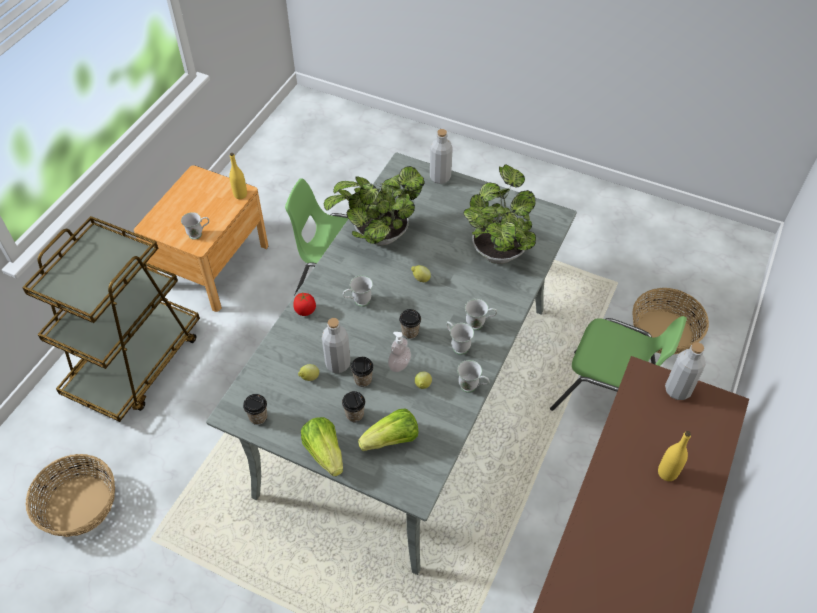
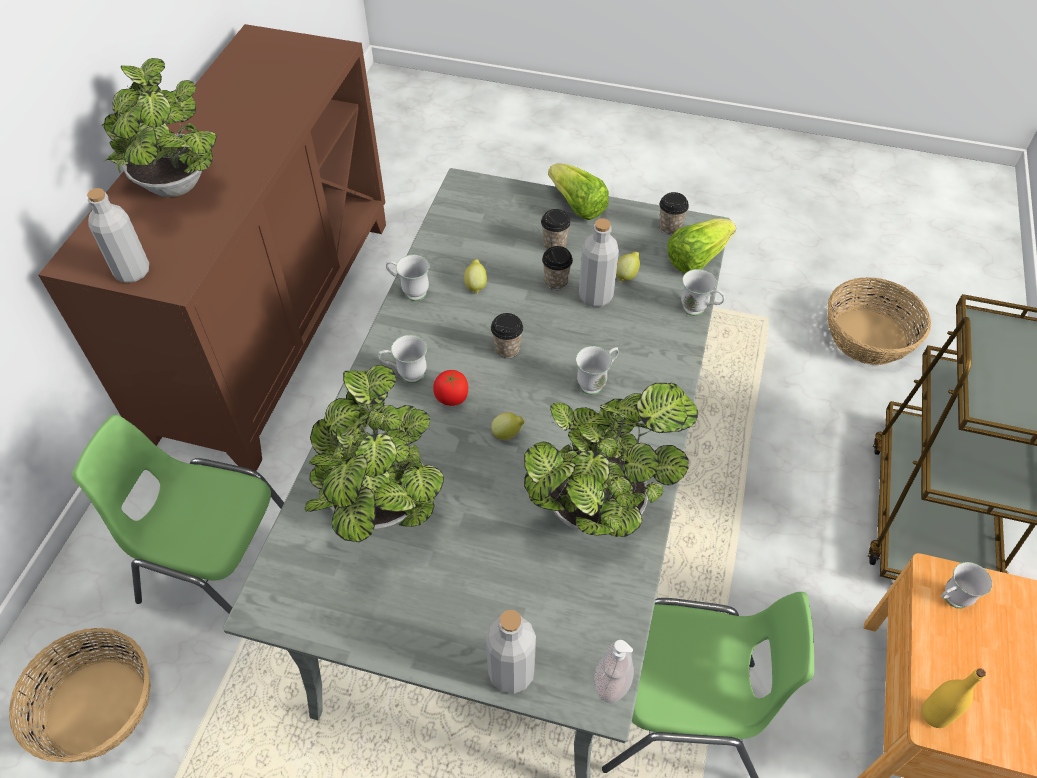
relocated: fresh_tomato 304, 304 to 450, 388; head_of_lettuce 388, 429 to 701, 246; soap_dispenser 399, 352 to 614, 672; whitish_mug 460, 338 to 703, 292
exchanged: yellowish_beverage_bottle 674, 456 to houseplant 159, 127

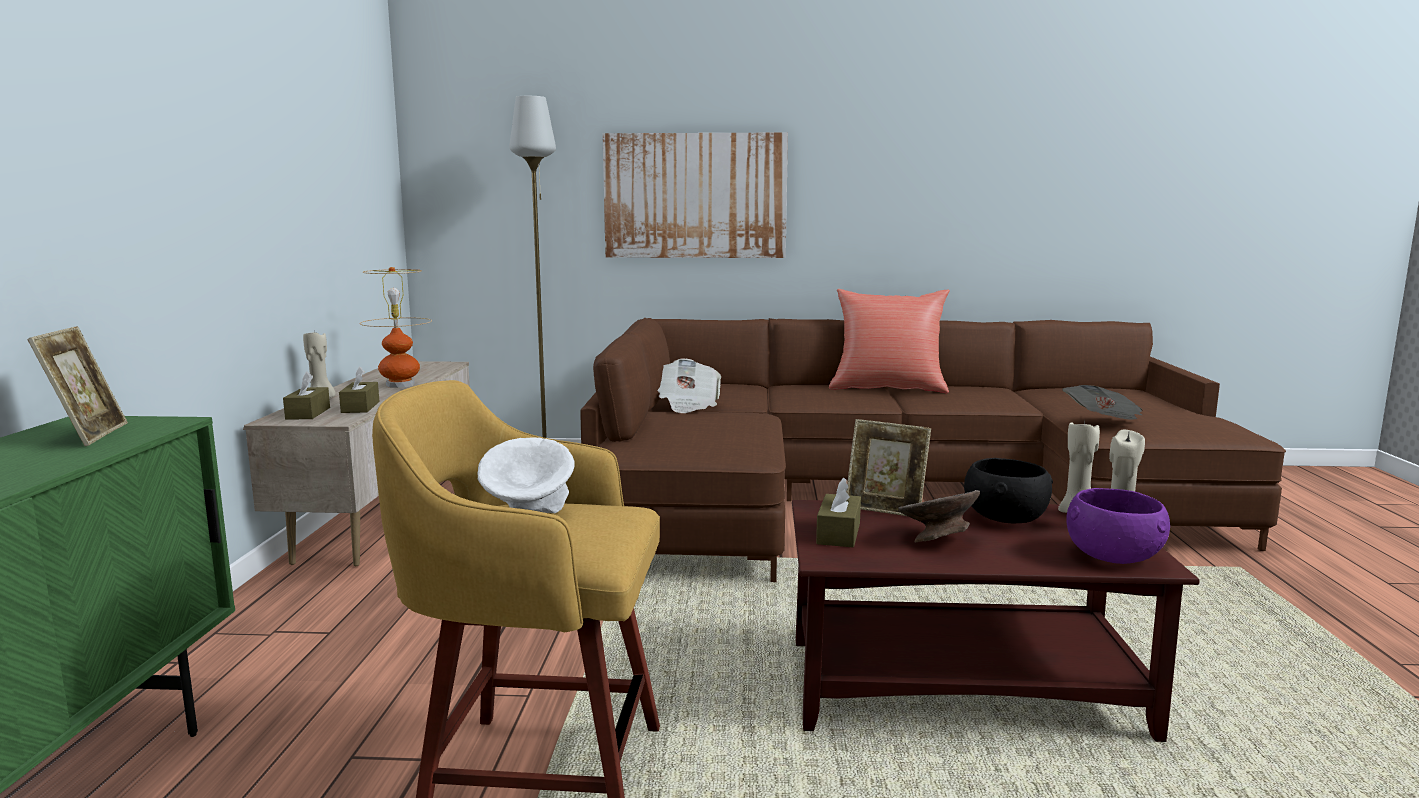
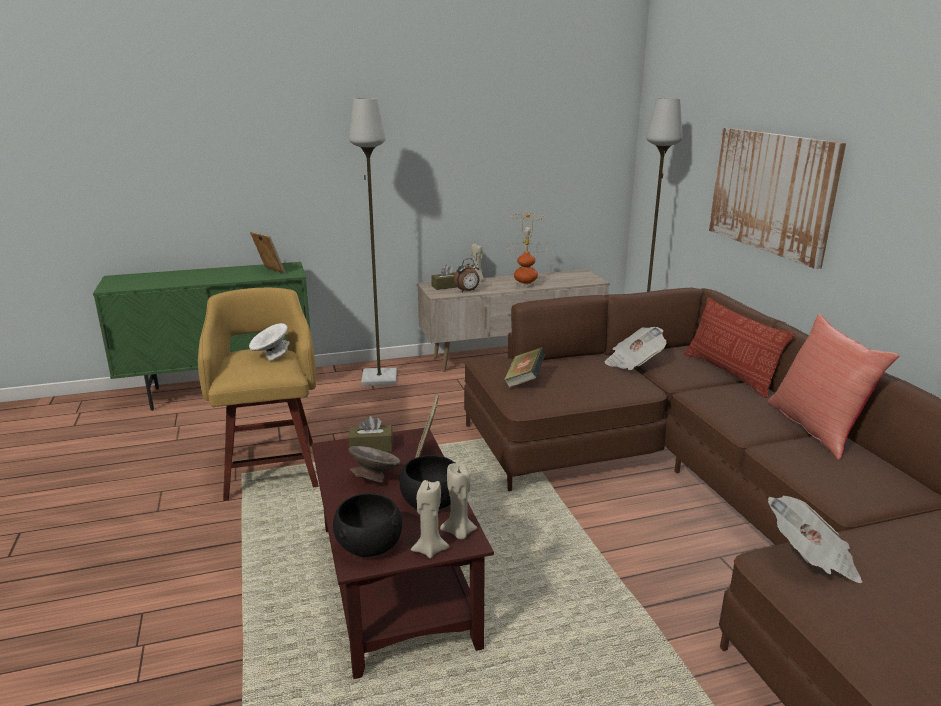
appeared: gray_standing_lamp 373, 242; book 525, 367; throw_pillow 739, 348
exchanged: brown_tissue_box 359, 389 to table_clock 467, 275
colour: purple_serving_bowl 1118, 526 to black-coloured_serving_bowl 367, 525
spun: picture_frame 77, 386 = 268, 252 105 degrees counterclockwise

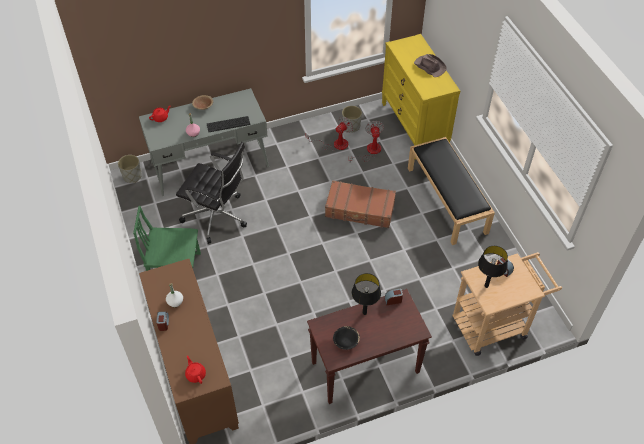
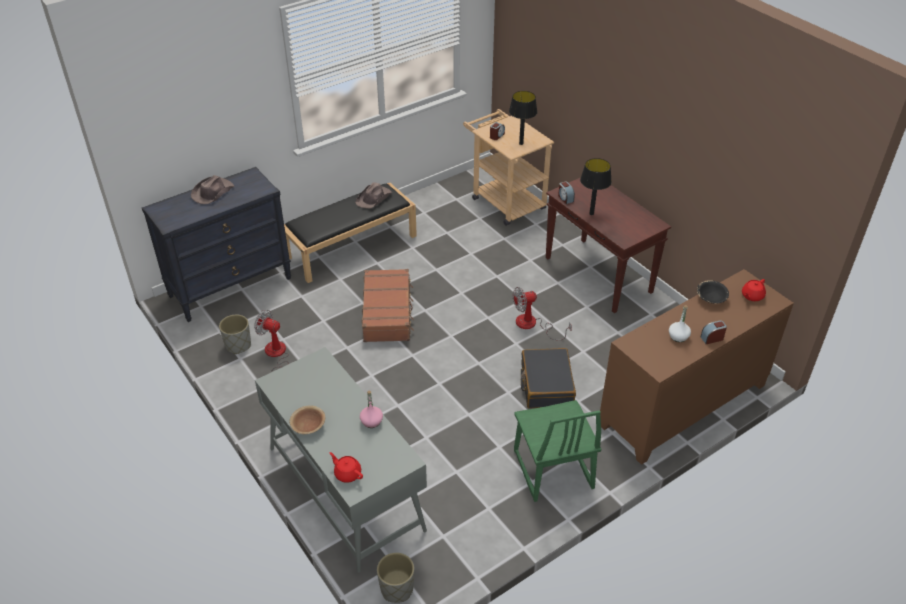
missing: black-coloured_desk_chair 211, 193; computer_keyboard 229, 124
appeared: brown_hat 373, 195; black-coloured_travel_case 548, 378
relocated: black-coloured_serving_bowl 346, 338 to 713, 292; electric_fan 366, 142 to 542, 313
colour: yellowish_drawer_chest 421, 97 to black-coloured_drawer_chest 216, 244

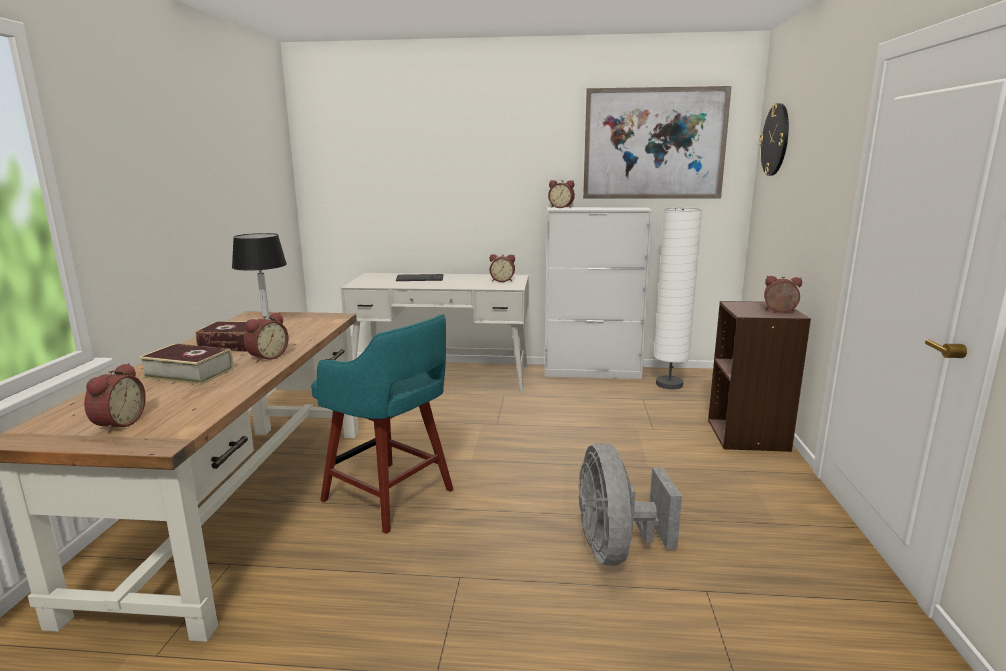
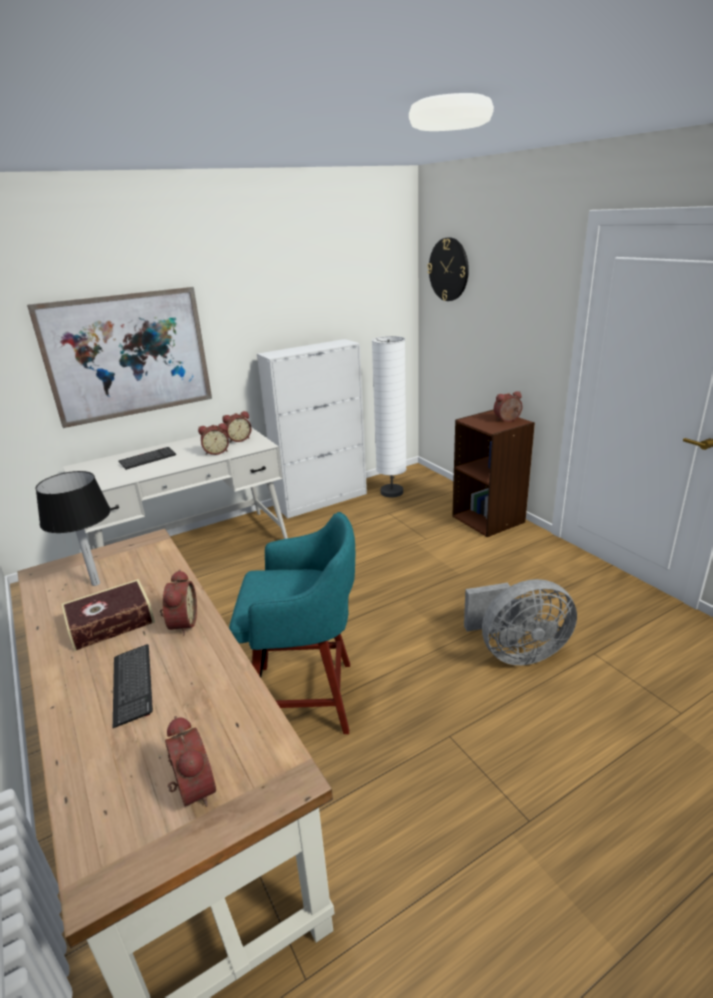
relocated: table_clock 561, 194 to 213, 439; picture 657, 142 to 119, 357
exchanged: book 186, 364 to computer_keyboard 133, 686
spun: gray_electric_fan 630, 504 = 520, 622 60 degrees counterclockwise

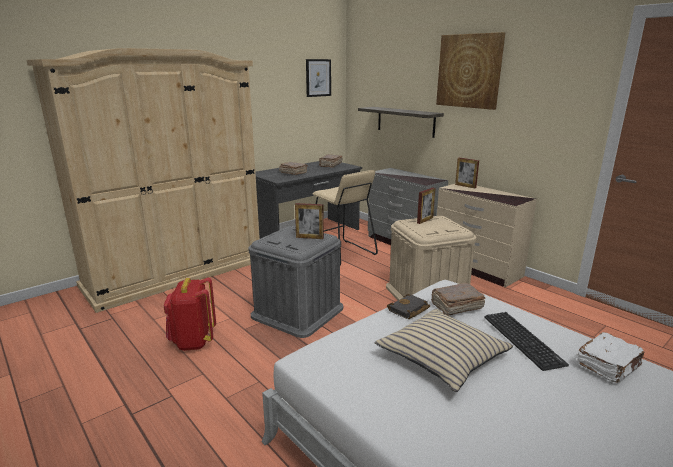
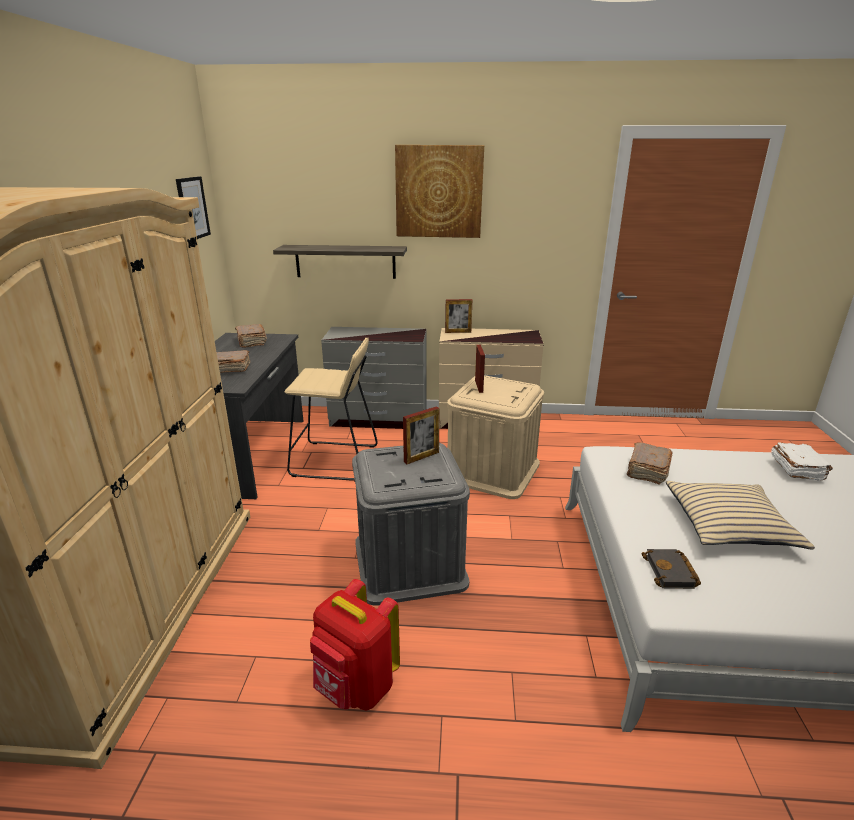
missing: computer_keyboard 526, 341
relocated: black-coloured_book 408, 306 to 671, 569

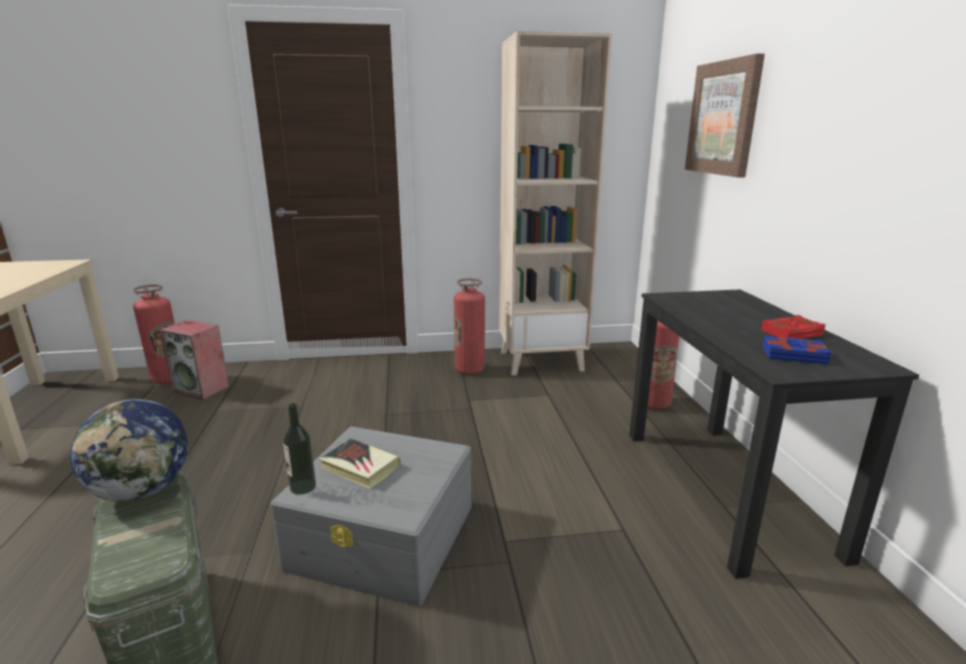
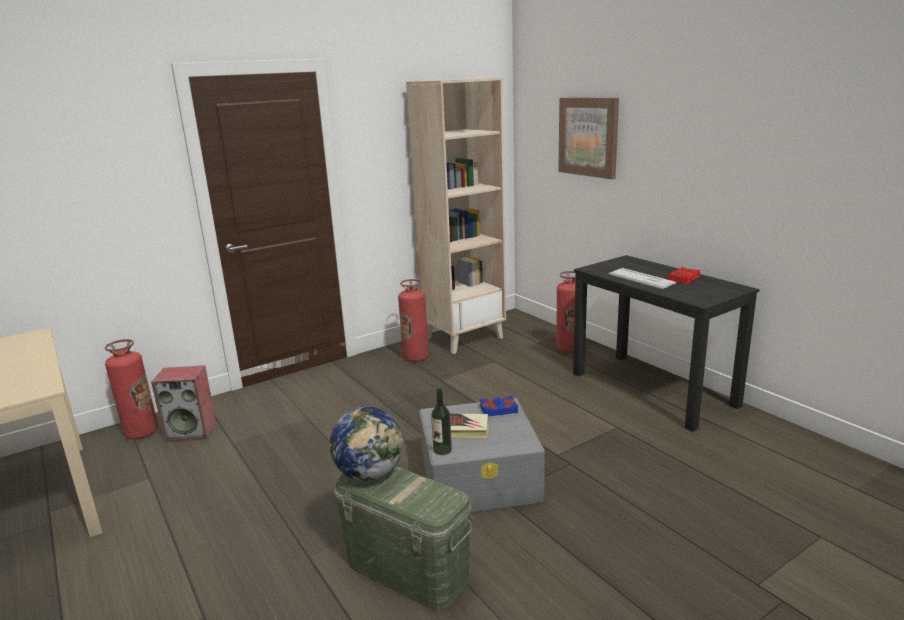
appeared: computer_keyboard 642, 278
relocated: blue-coloured_book 797, 350 to 499, 405

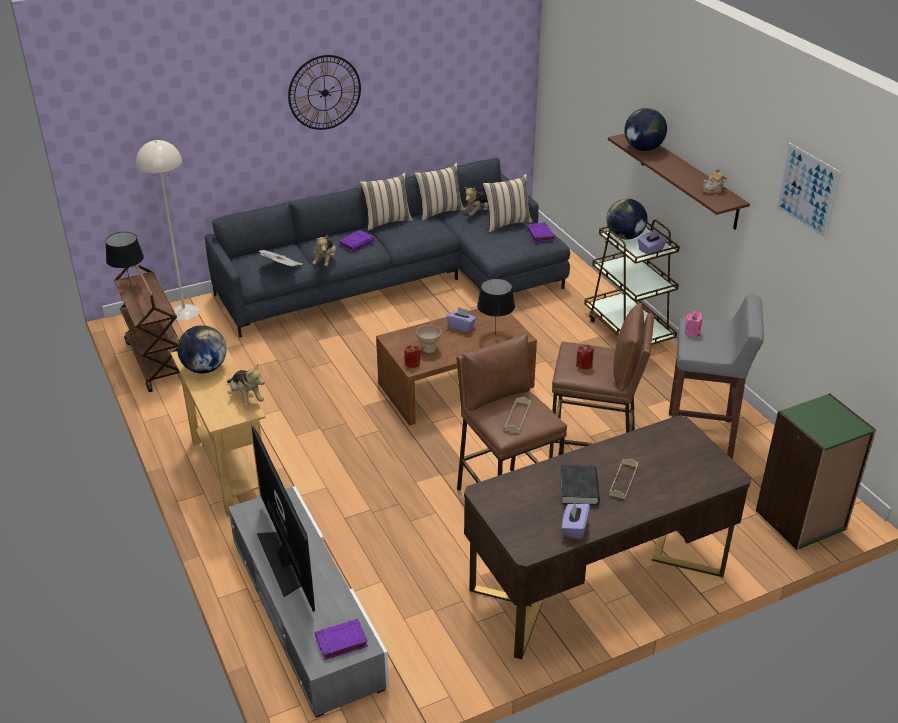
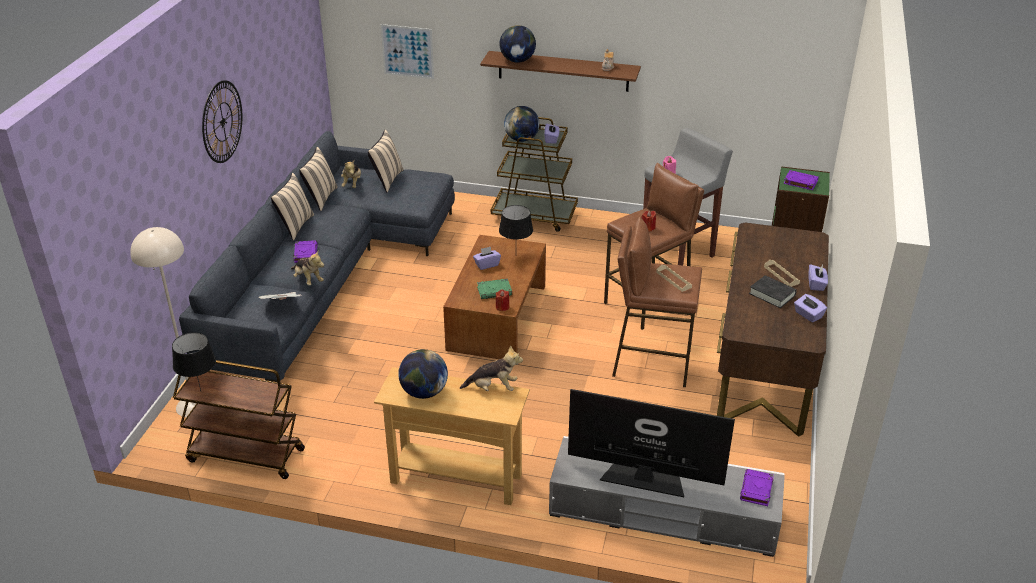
appeared: purple_tissue_box 818, 277
relocated: purple_book 540, 232 to 801, 180; picture 808, 191 to 407, 51
exchanged: sand-coloured_serving_bowl 428, 339 to green-coloured_book 494, 289

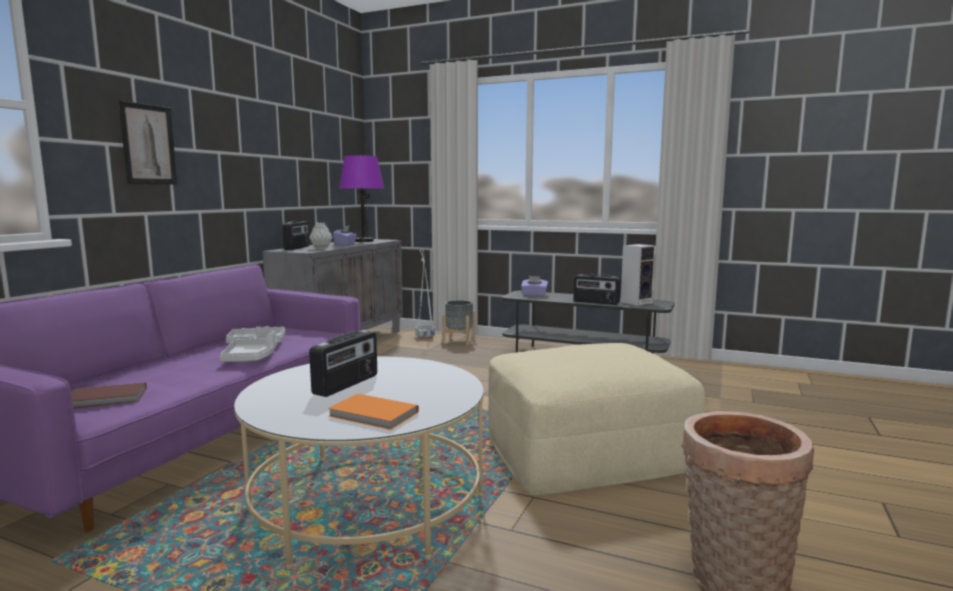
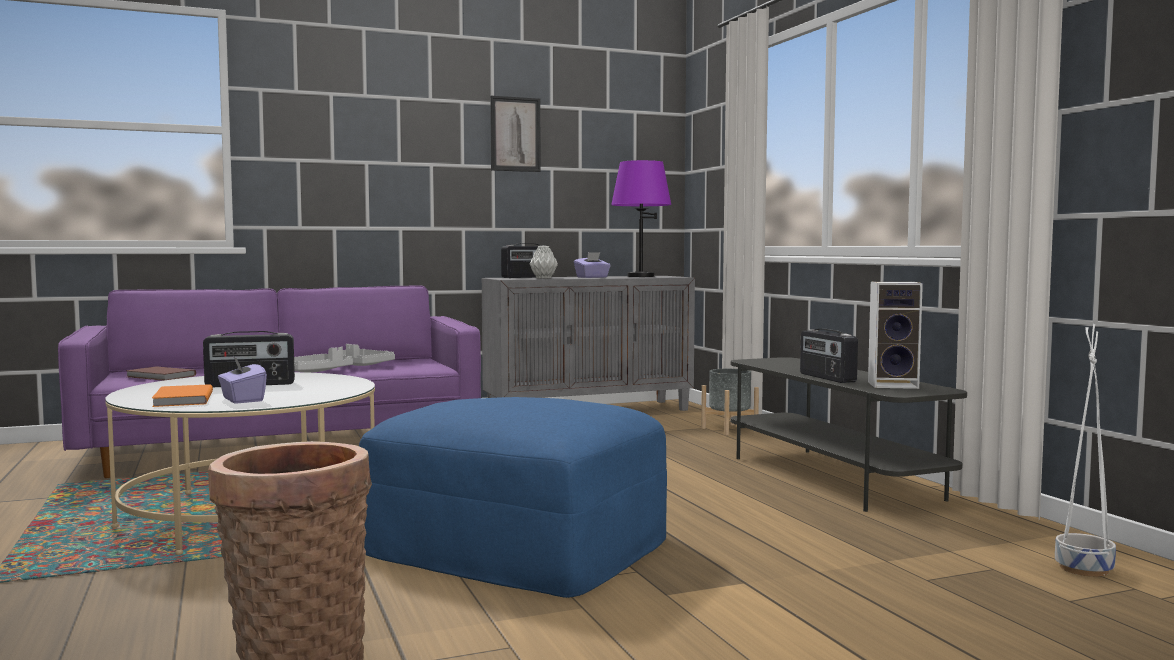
relocated: picture 148, 142 to 515, 134; whitish_plant_pot 425, 294 to 1085, 450; purple_tissue_box 534, 286 to 242, 380
colour: sand-coloured_ottoman 596, 419 to blue-coloured_ottoman 513, 497

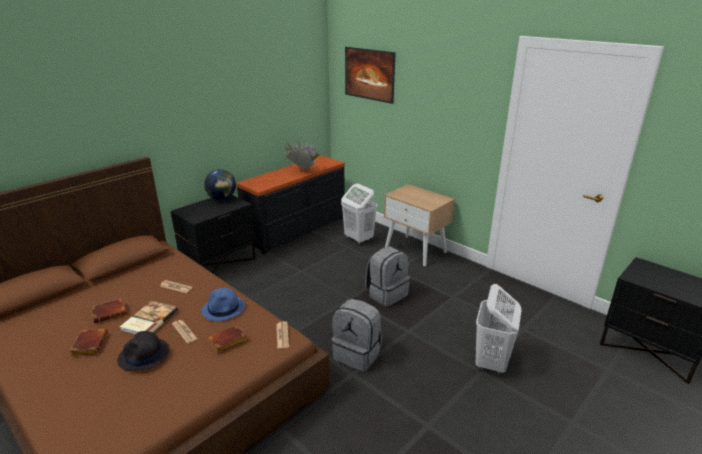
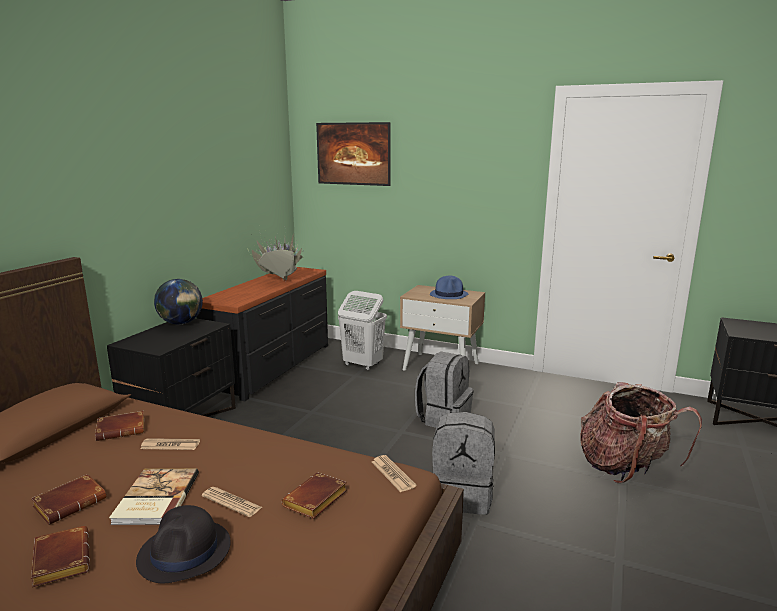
appeared: brown_book 120, 426
relocated: blue-coloured_hat 223, 304 to 449, 287
exchanged: whitish_laundry_basket 498, 330 to backpack 641, 432

